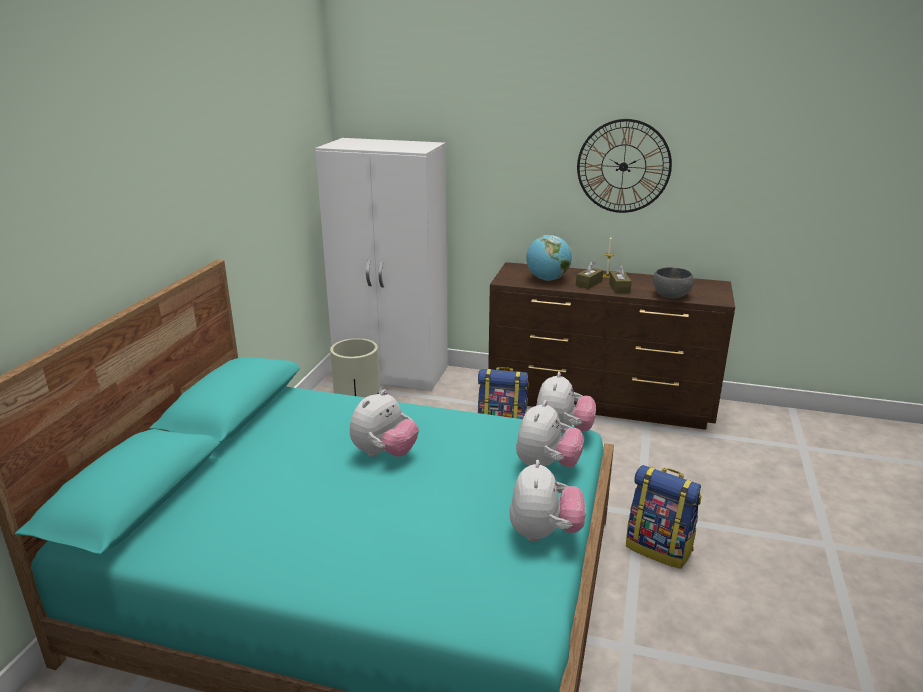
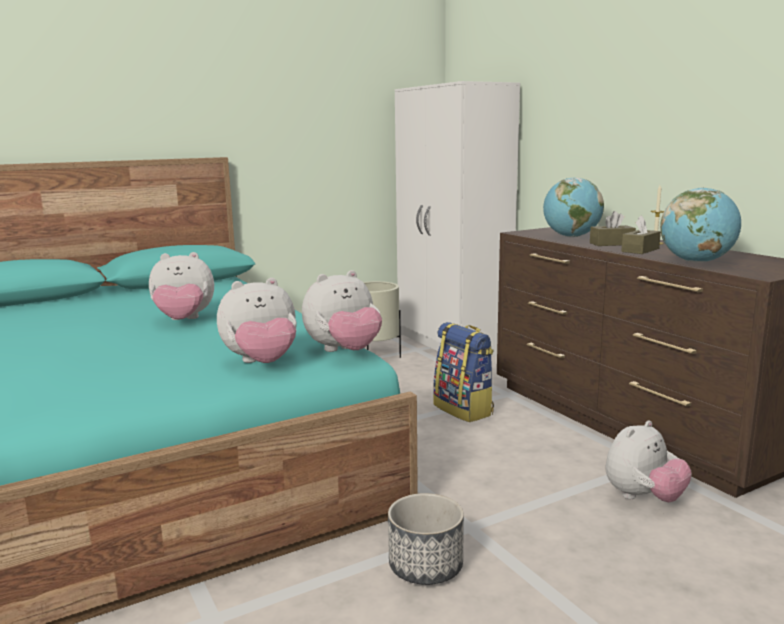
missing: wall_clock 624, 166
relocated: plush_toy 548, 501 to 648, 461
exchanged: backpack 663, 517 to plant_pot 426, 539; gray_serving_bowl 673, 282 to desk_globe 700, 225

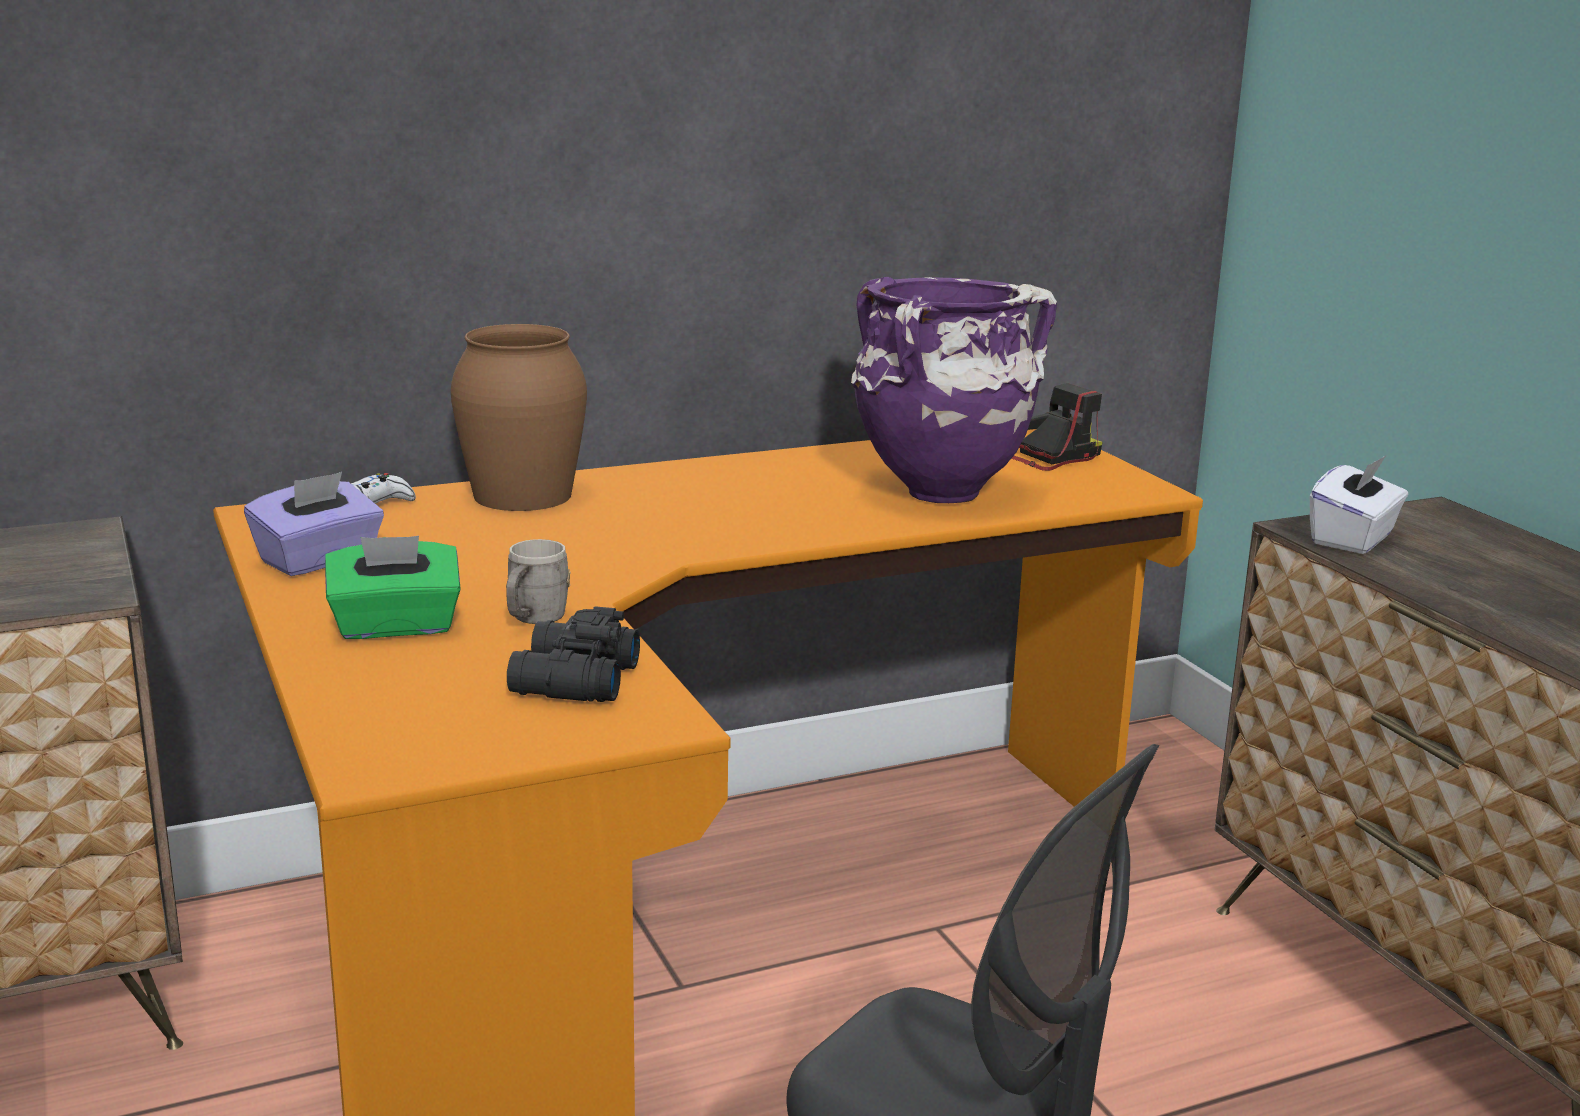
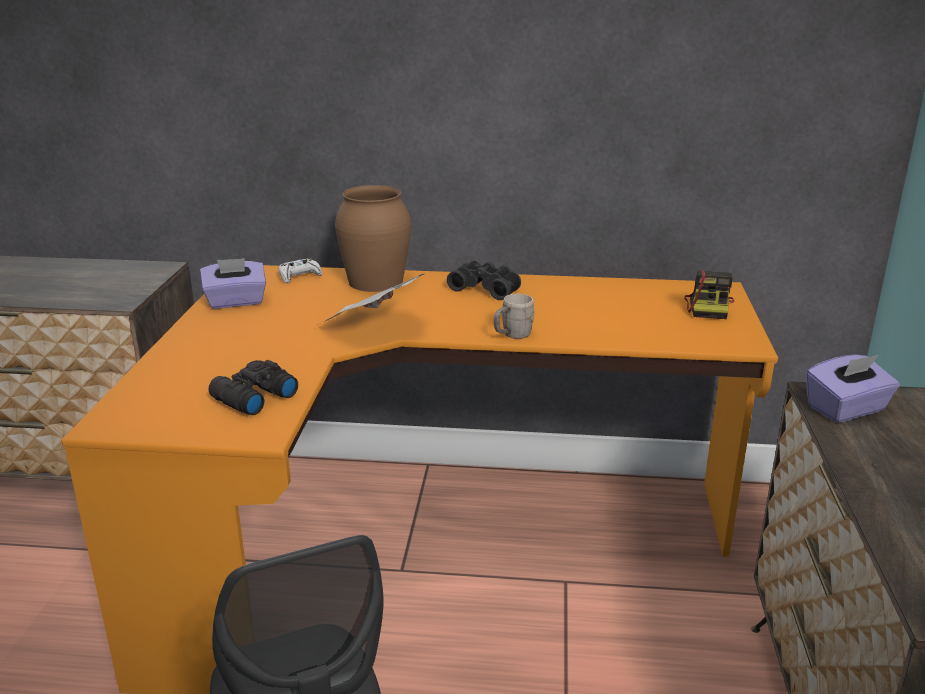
missing: green-coloured_tissue_box 393, 587; purple_vase 954, 390
appeared: newspaper 371, 299; black-coloured_pair_of_binoculars 484, 280
relocated: gray_mug 538, 581 to 514, 316
colour: whitish_tissue_box 1359, 505 to purple_tissue_box 853, 388
spun: photo_camera 1057, 427 = 709, 294 105 degrees clockwise

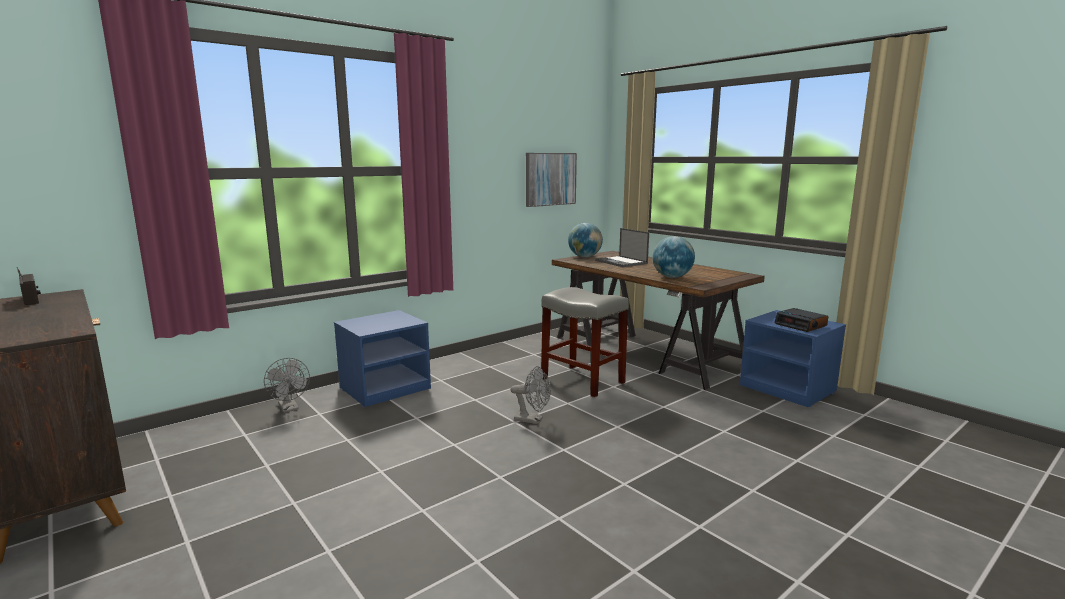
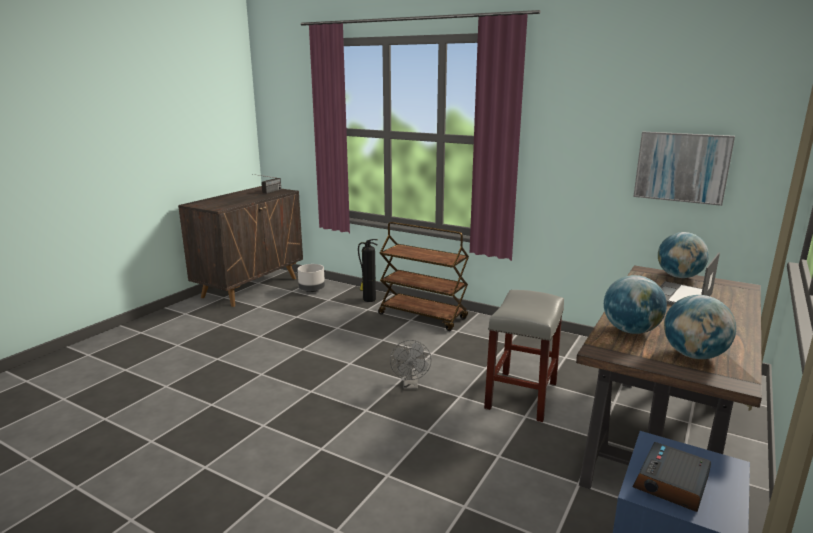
appeared: gray_plant_pot 311, 278; desk_globe 700, 327
exchanged: gray_electric_fan 287, 385 to extinguisher 368, 270; blue-coloured_bedside_table 382, 358 to brown_cart 423, 276

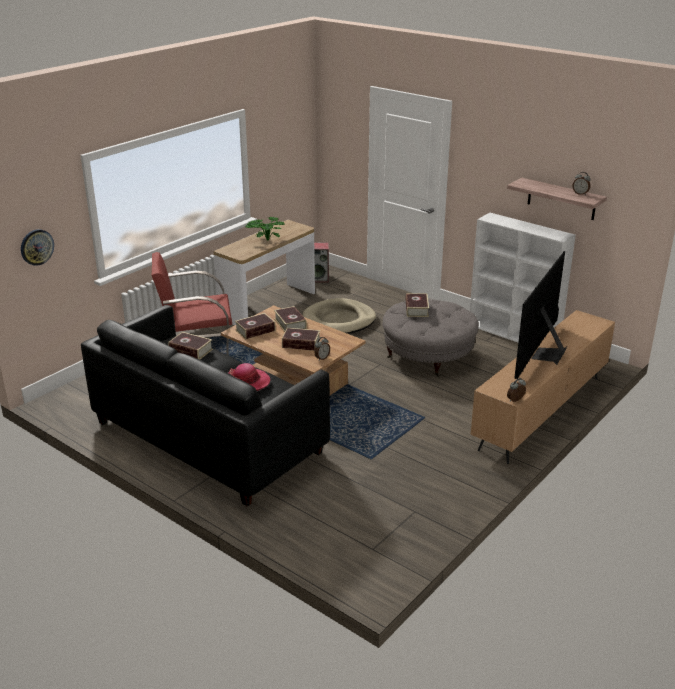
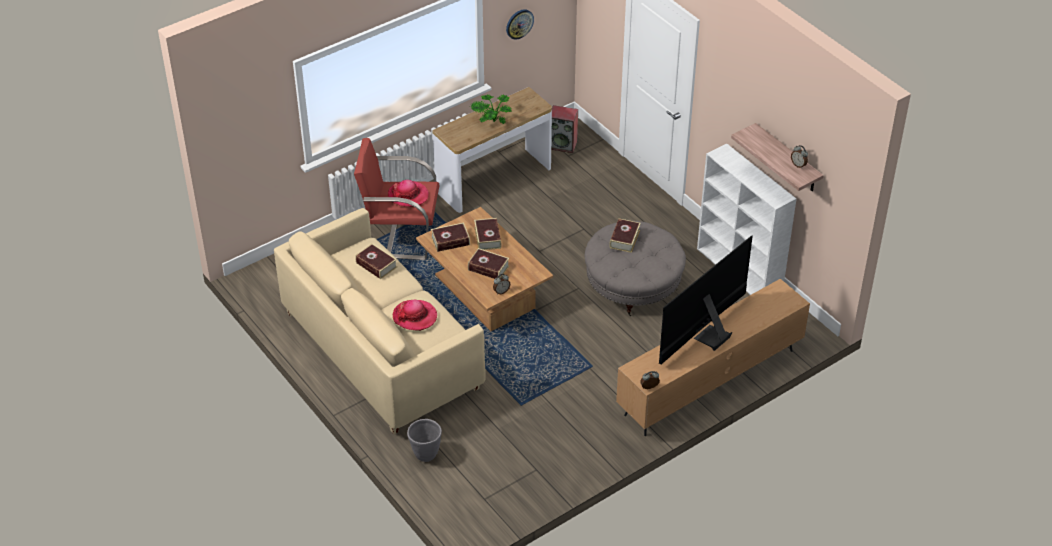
missing: sand-coloured_dog_cushion 339, 316
appeared: hat 408, 193; gray_plant_pot 424, 440
relocated: wall_clock 37, 247 to 520, 24
colour: black-coloured_settee 205, 405 to sand-coloured_settee 380, 321

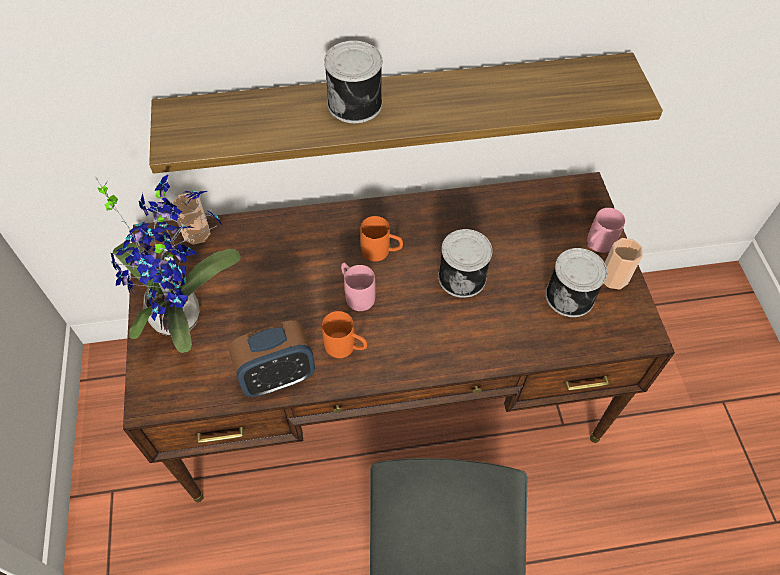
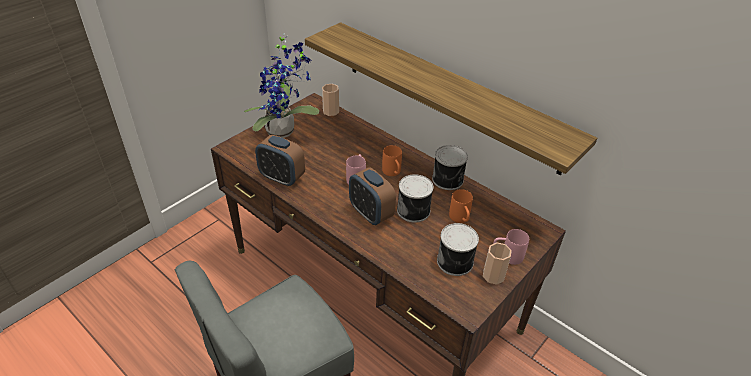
appeared: table_clock 372, 196
relocated: orange_mug 344, 334 to 461, 206; metal_can 353, 82 to 450, 167

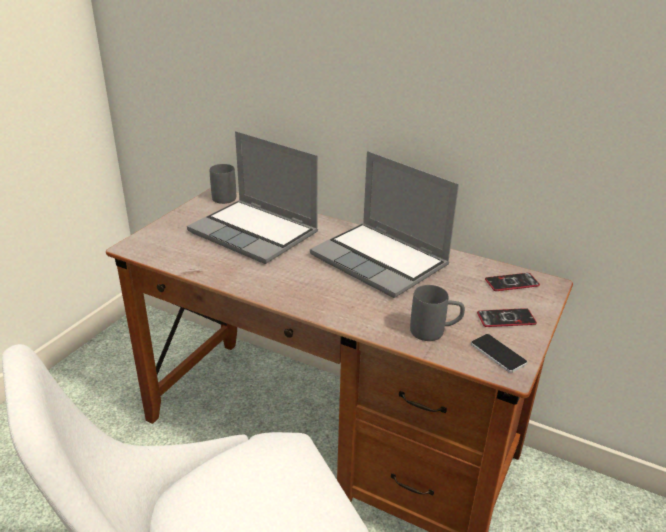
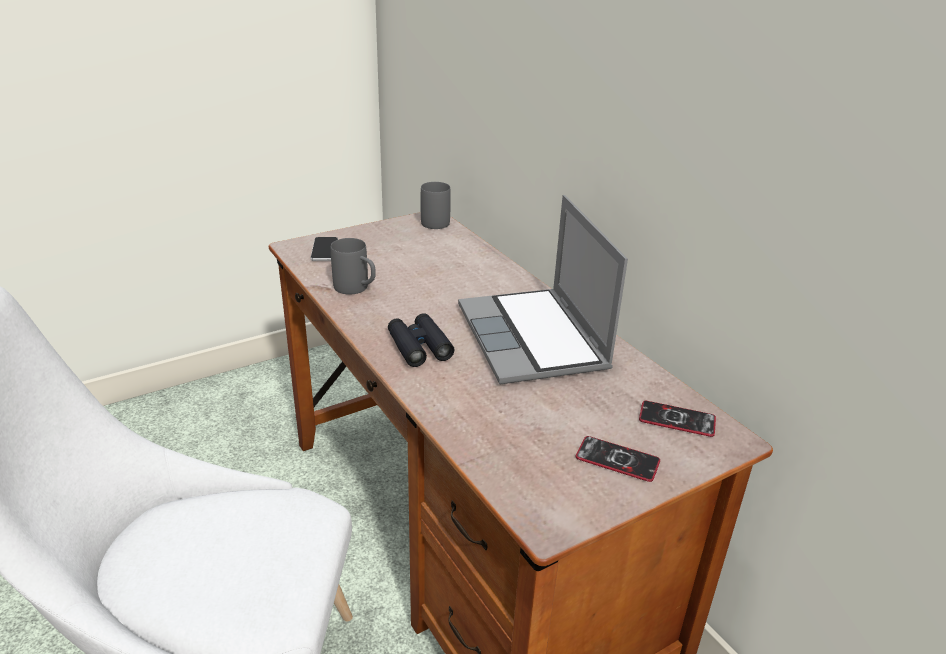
missing: laptop 252, 197
appeared: black-coloured_pair_of_binoculars 421, 340
relocated: gray_mug 437, 313 to 353, 266; phone 499, 353 to 324, 249

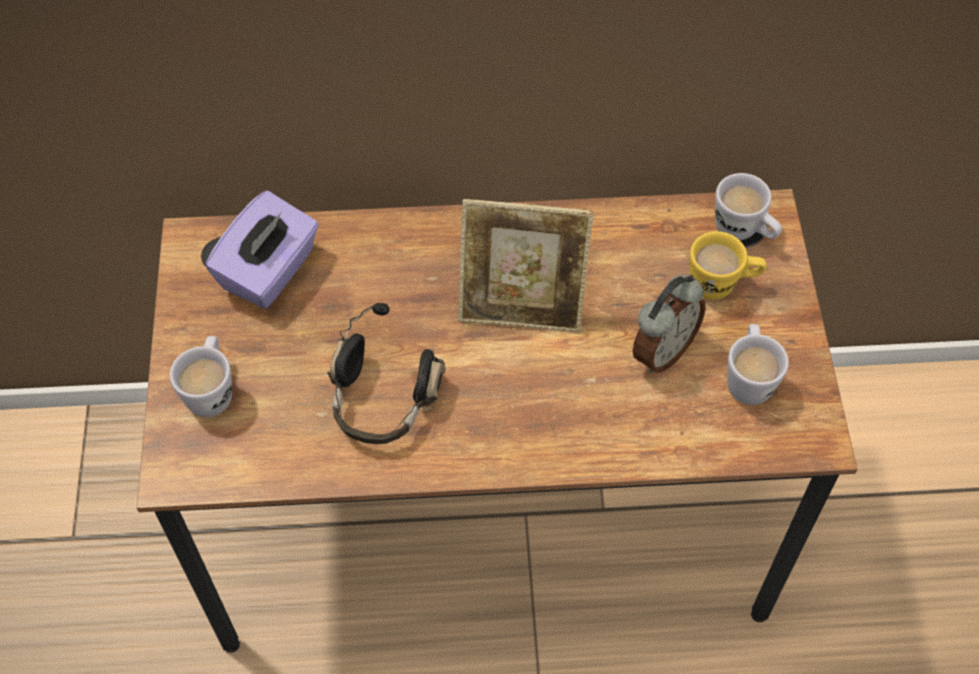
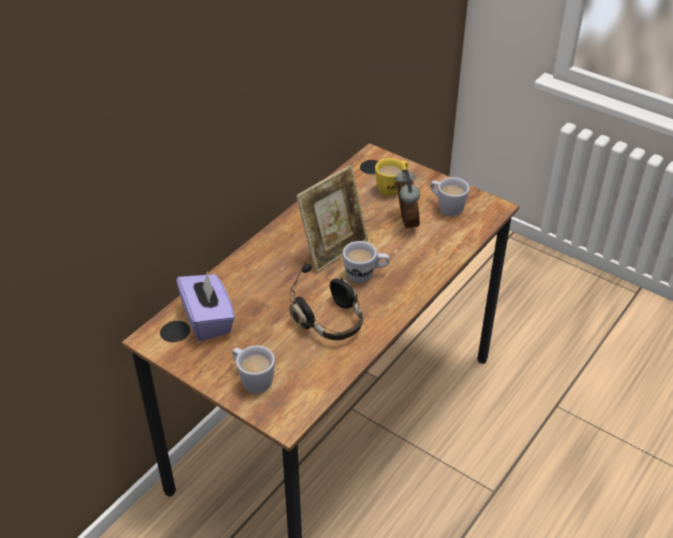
relocated: whitish_mug 748, 206 to 366, 262

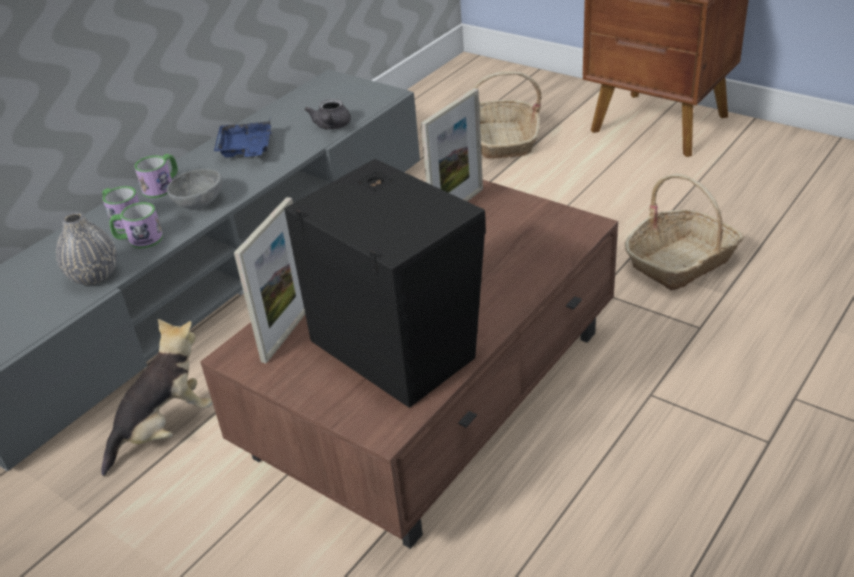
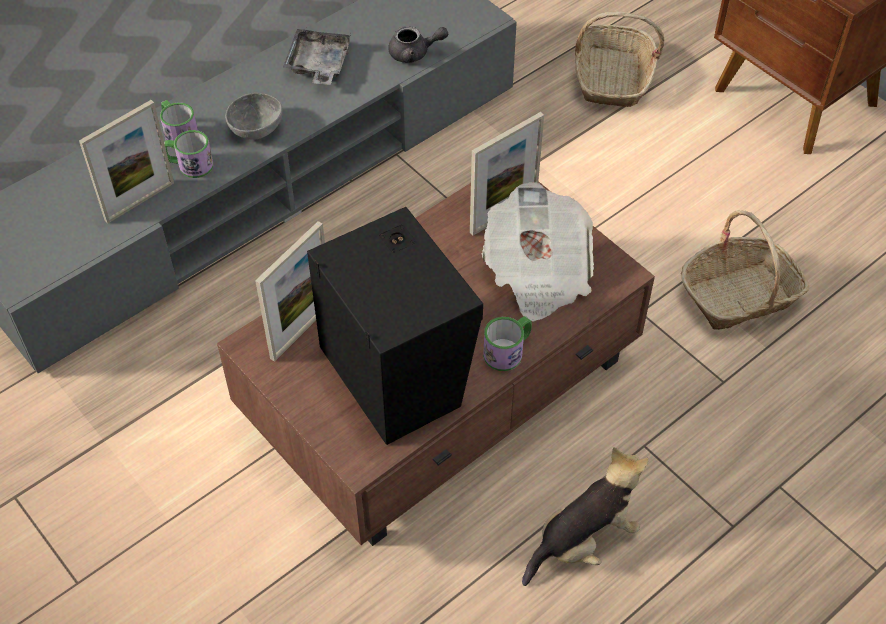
appeared: newspaper 538, 252
relocated: plush_toy 157, 397 to 585, 516; mug 156, 176 to 507, 343
exchanged: gray_vase 86, 248 to picture_frame 126, 161
colour: blue-coloured_carrying_tray 243, 138 to gray_carrying_tray 317, 57
spun: gray_pot_for_tea 328, 114 = 418, 44 105 degrees counterclockwise

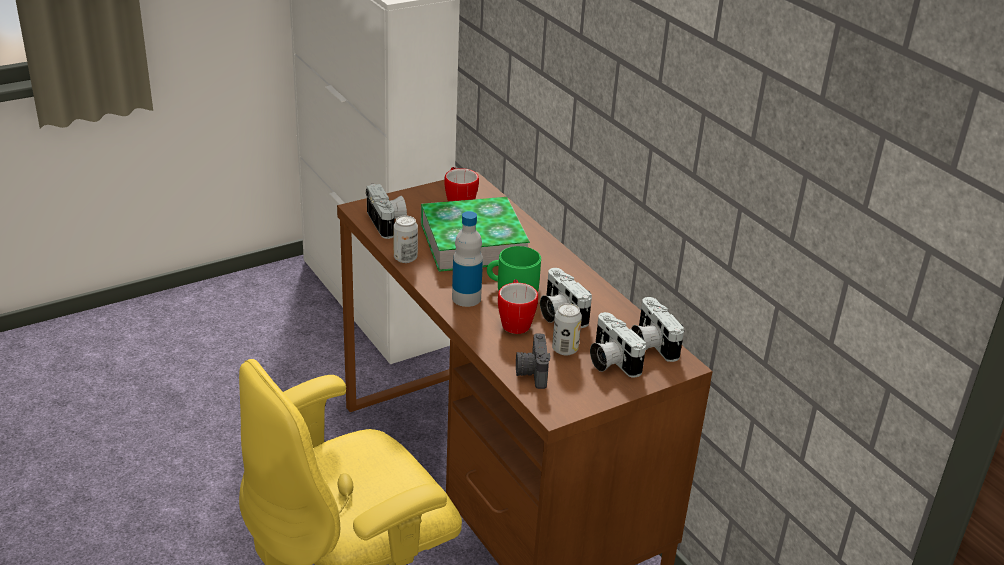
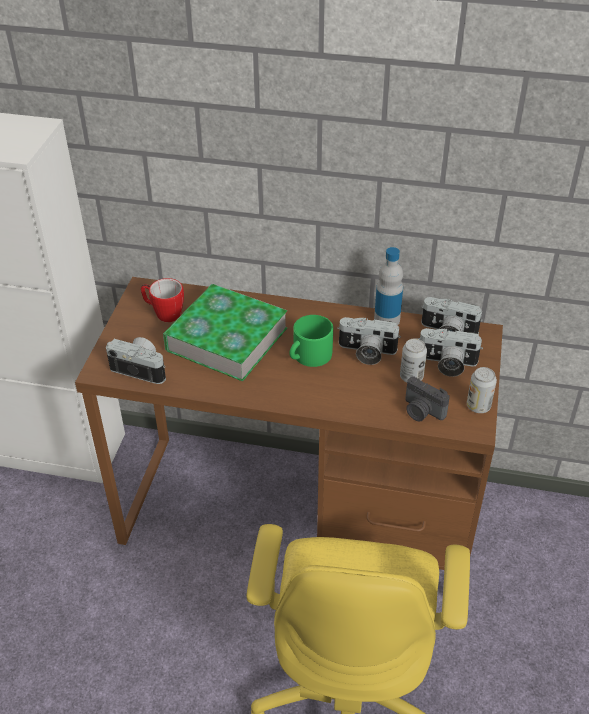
missing: mug 518, 306
relocated: metal_can 406, 239 to 482, 390; beverage_bottle 467, 259 to 388, 286

